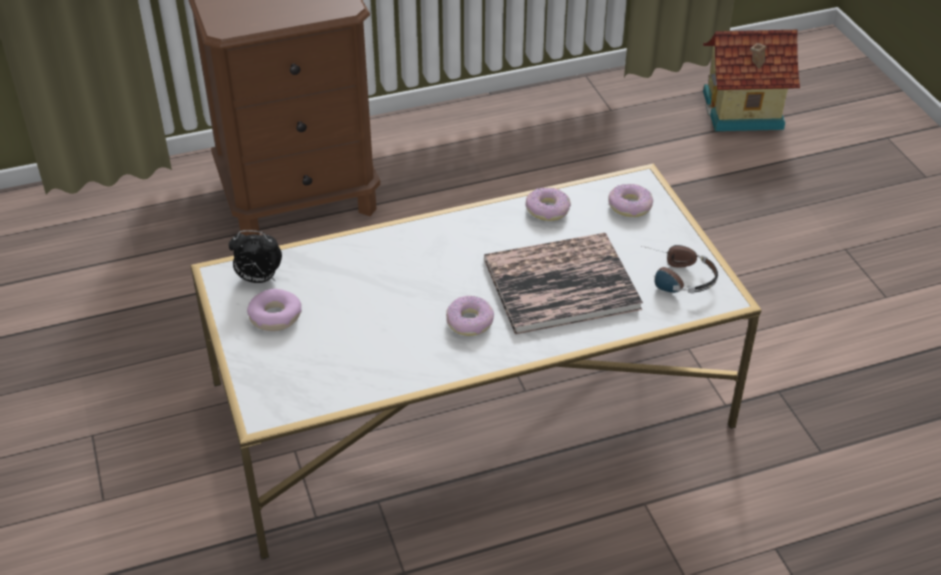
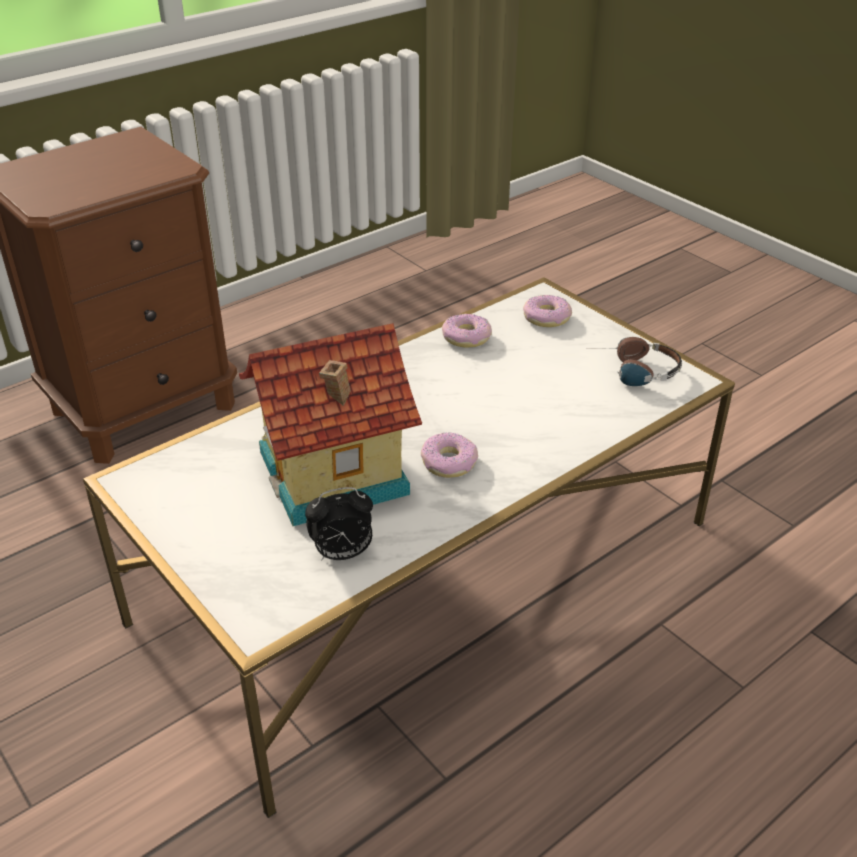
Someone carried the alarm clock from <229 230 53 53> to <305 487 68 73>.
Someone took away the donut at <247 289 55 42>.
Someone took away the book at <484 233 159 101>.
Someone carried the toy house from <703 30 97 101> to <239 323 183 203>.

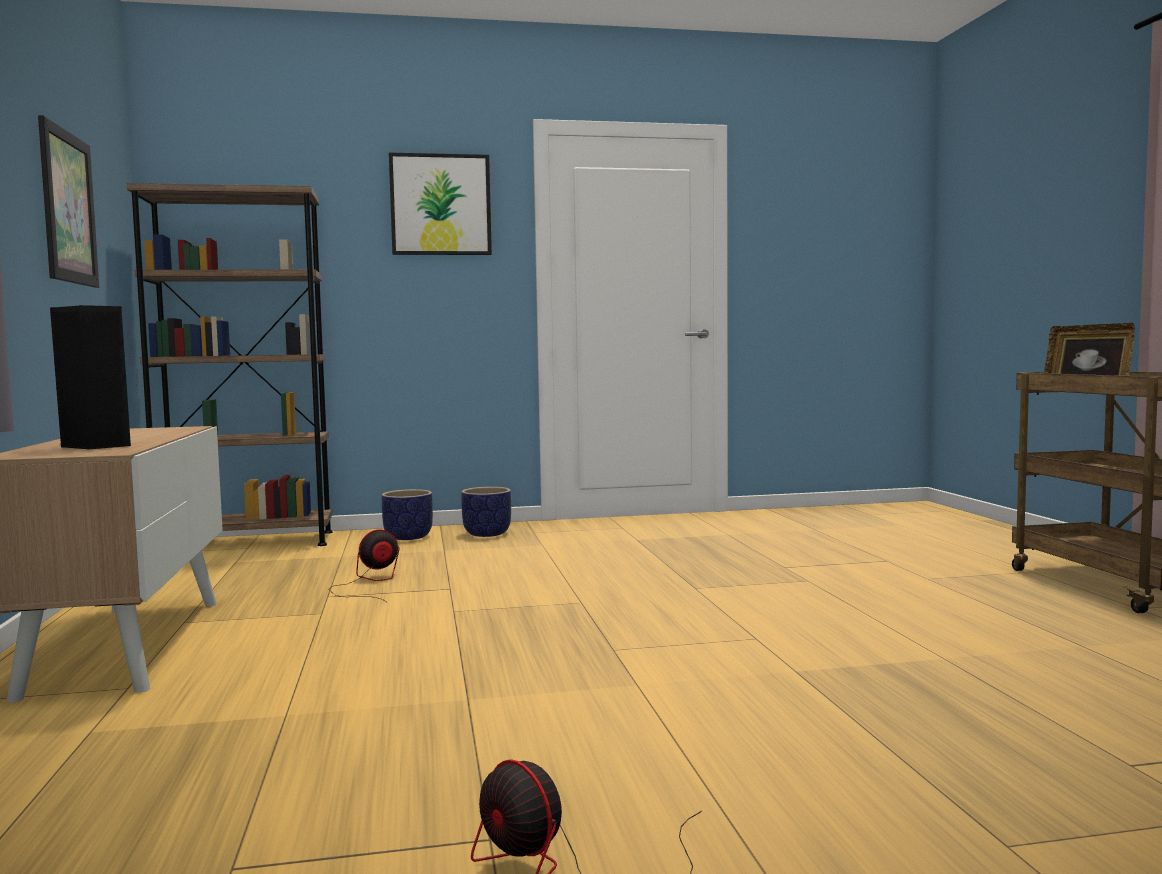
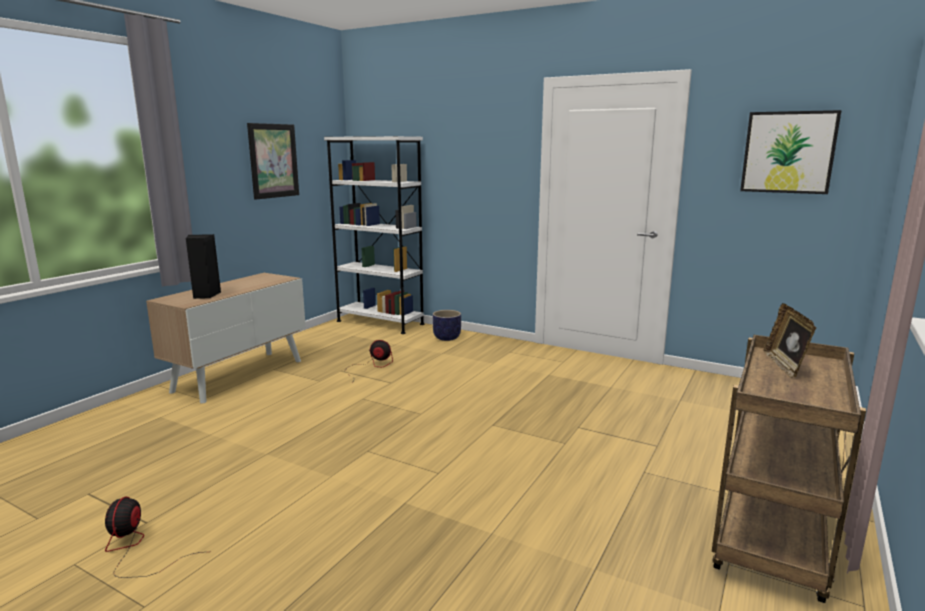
Someone repainted the brown bookcase at <127 183 206 363>, which became the white bookcase at <324 136 101 198>.
Someone carried the picture from <389 153 103 102> to <740 110 101 84>.
Someone took away the planter at <461 487 50 50>.

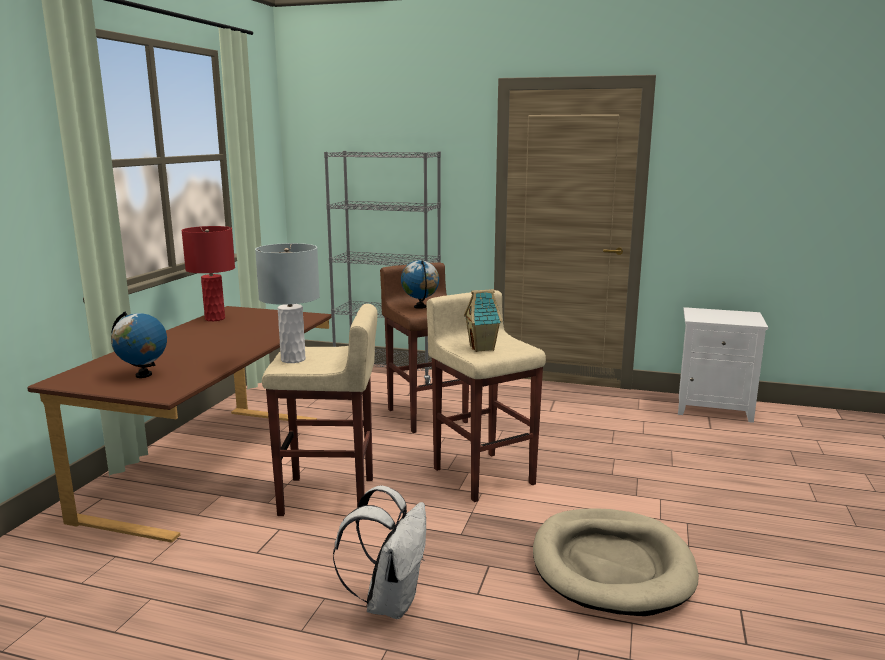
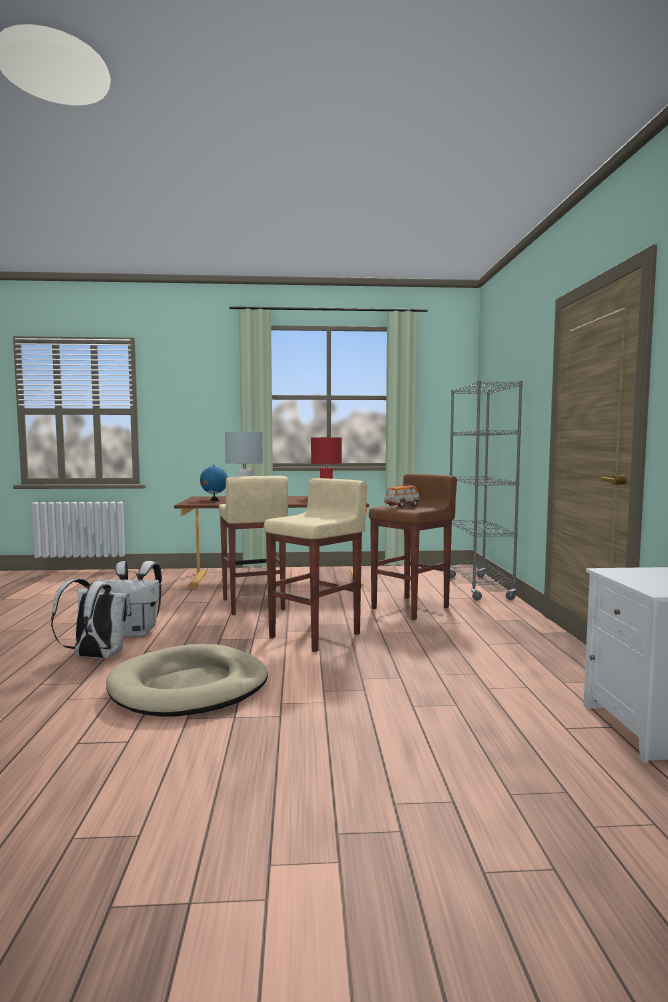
Someone swapped the globe at <401 260 38 49> for the toy car at <384 484 36 23>.
Someone took away the toy house at <464 289 38 63>.
Someone put down the white backpack at <51 579 81 80>.

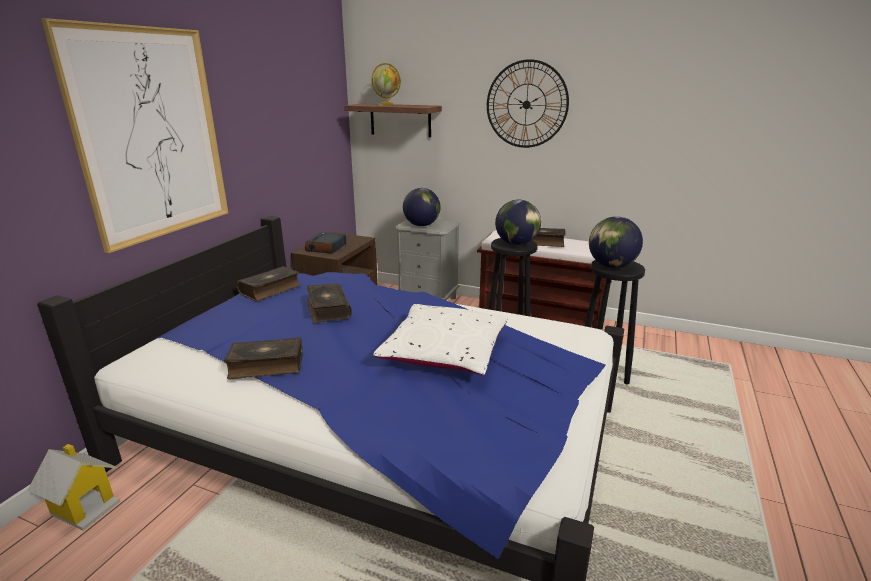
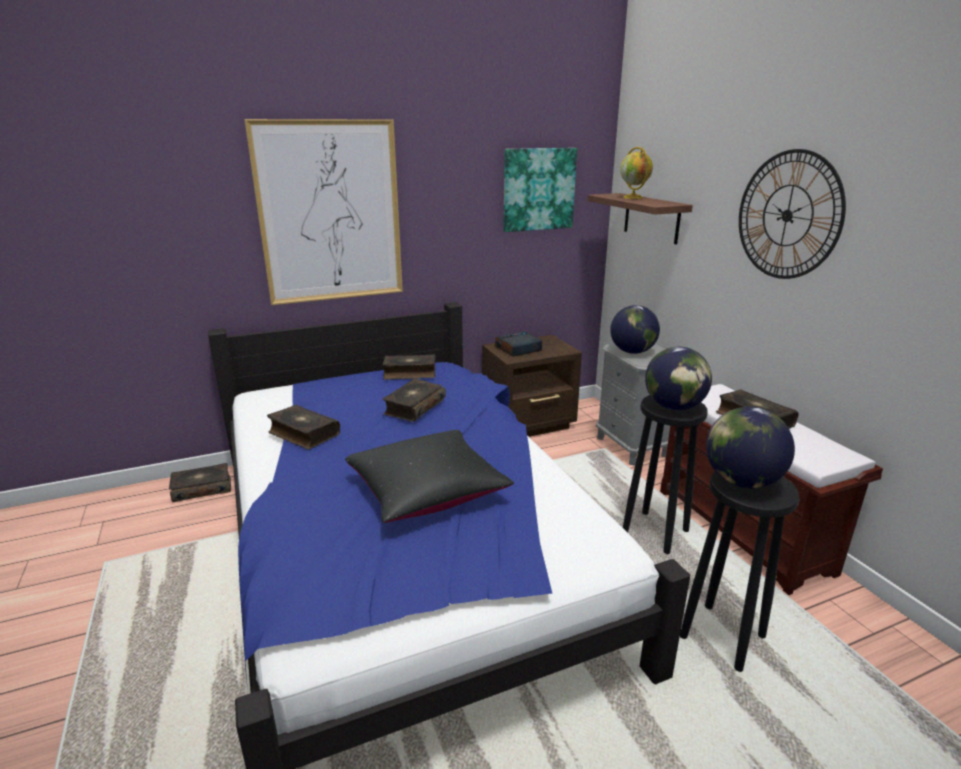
Someone swapped the toy house at <27 444 94 87> for the book at <169 463 62 39>.
Someone repainted the white pillow at <373 304 135 71>, which became the black pillow at <345 430 169 93>.
Someone put up the picture at <503 148 74 84>.

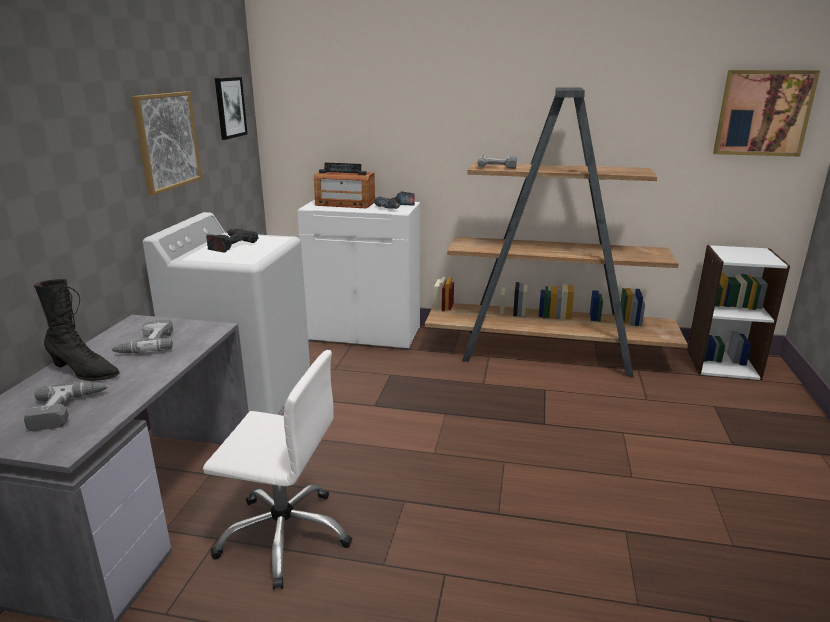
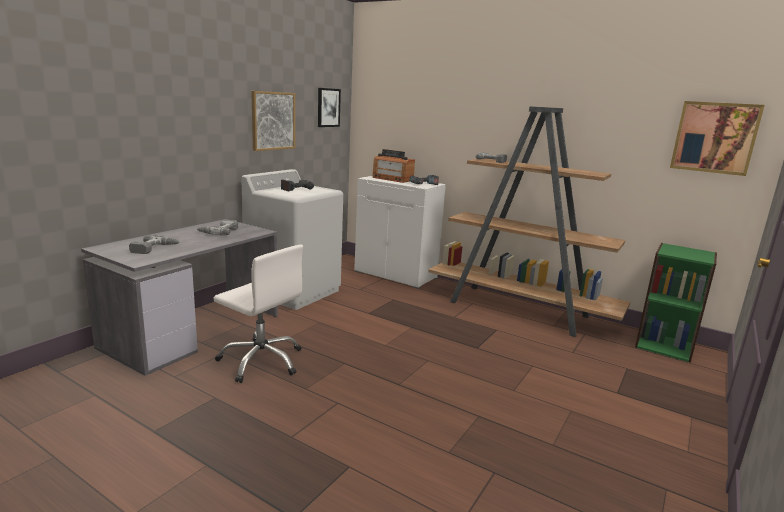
Someone took away the black boot at <34 279 86 102>.
Someone repainted the white bookcase at <687 245 103 135>, which became the green bookcase at <635 243 82 120>.

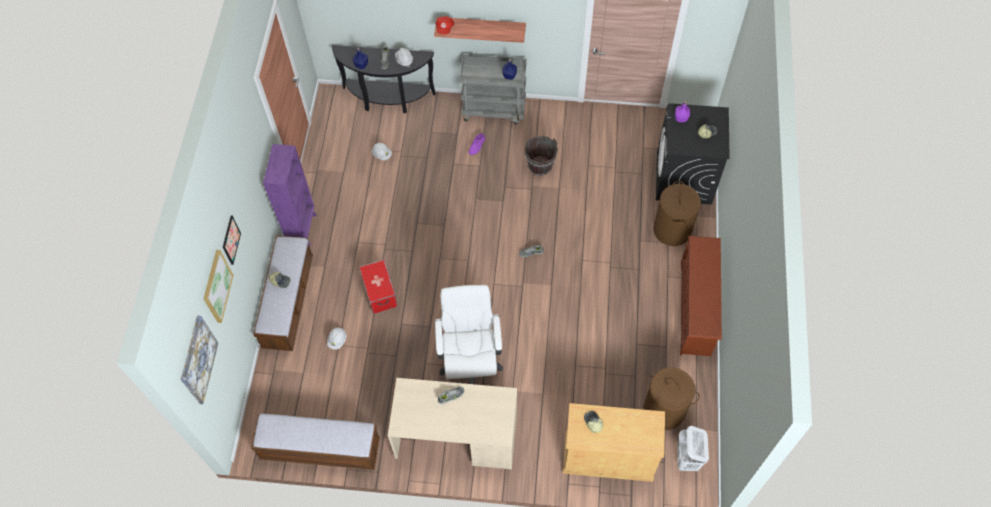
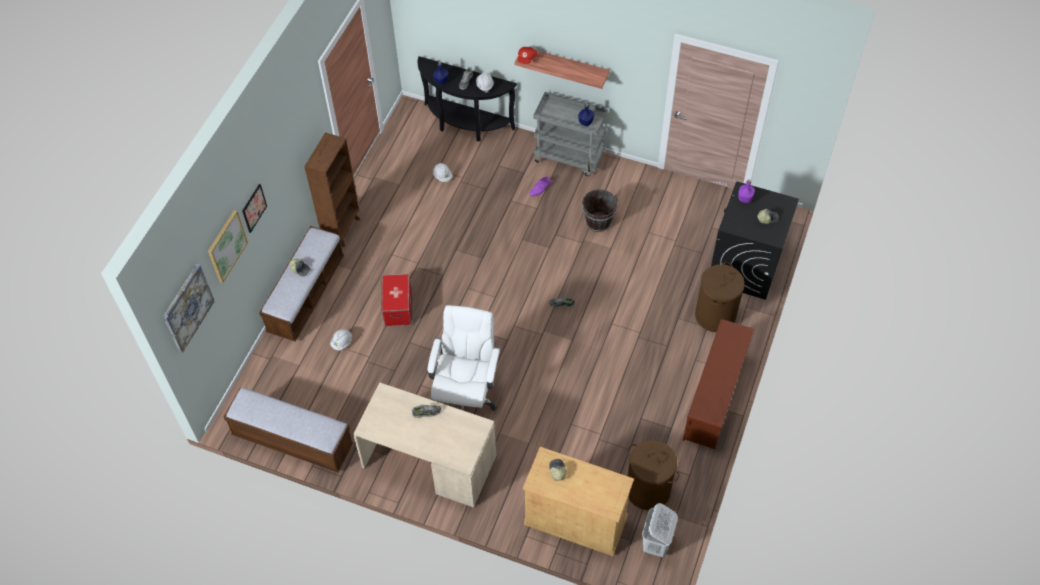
Someone repainted the purple bookcase at <263 144 54 102>, which became the brown bookcase at <304 132 56 115>.

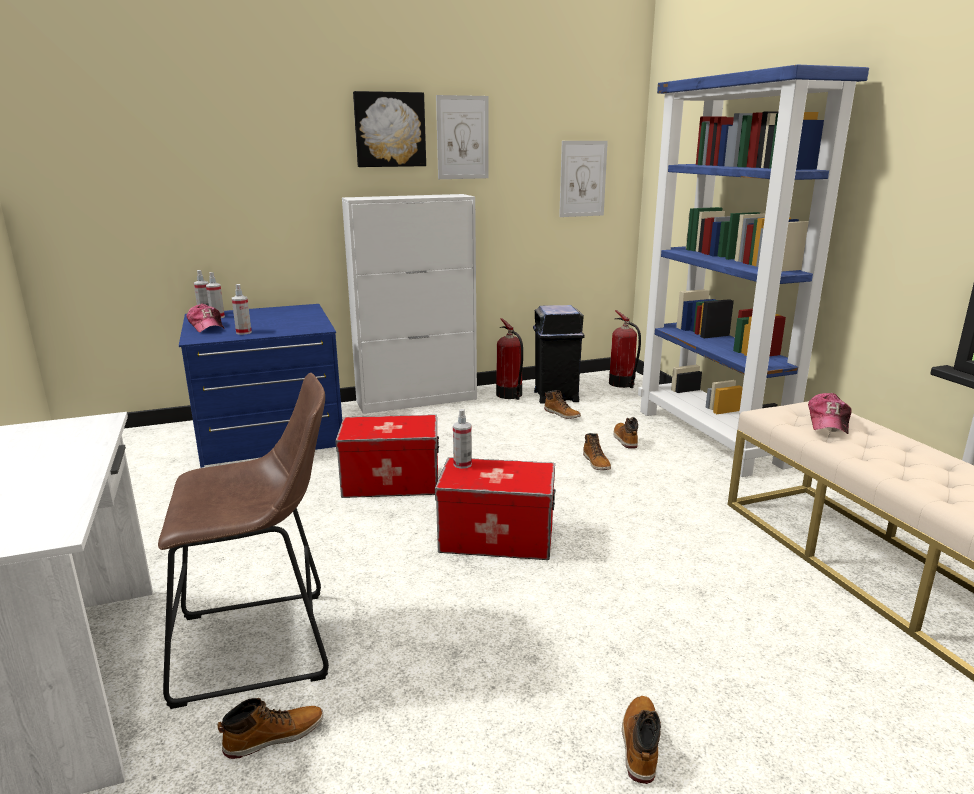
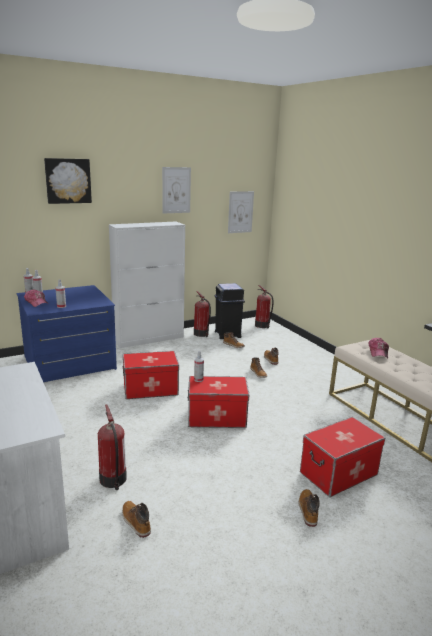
Someone swapped the brown stool at <158 373 171 336> for the fire extinguisher at <98 405 29 85>.
Someone rotated the boot at <217 698 106 61> by 90 degrees counterclockwise.
Someone carried the picture from <353 91 73 76> to <44 158 48 46>.
Someone took away the blue bookcase at <638 65 231 412>.
Someone put down the storage box at <300 417 85 80>.

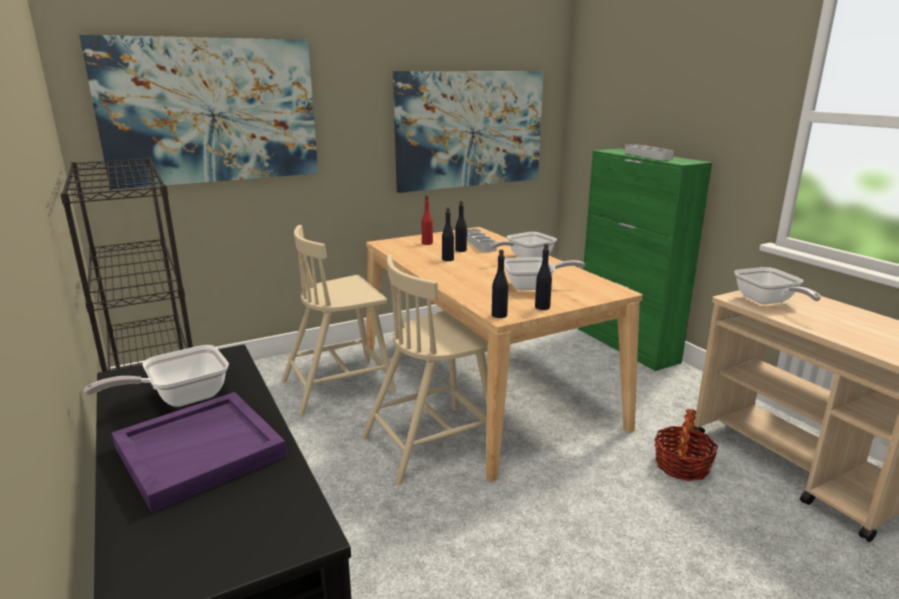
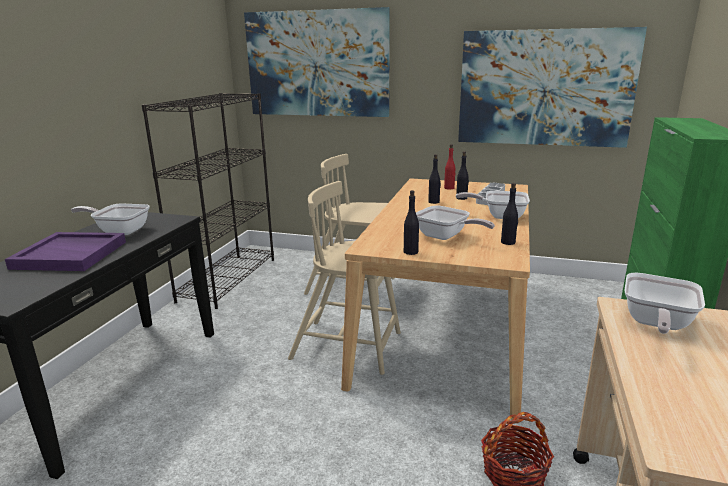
Someone carried the black bottle from <492 250 16 68> to <501 183 17 62>.
Someone took away the grey tray at <625 144 49 16>.

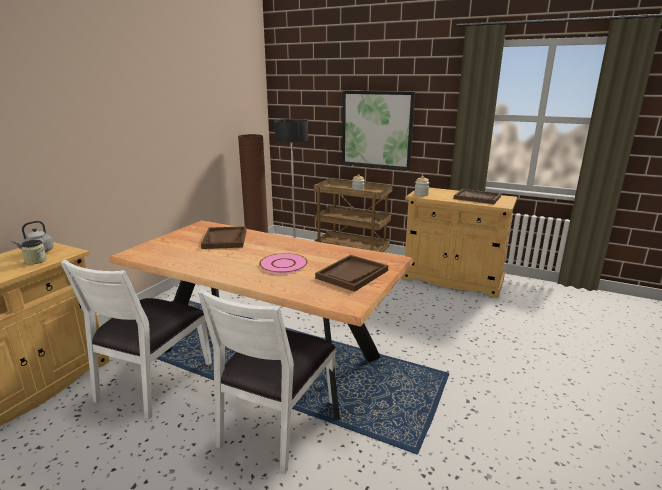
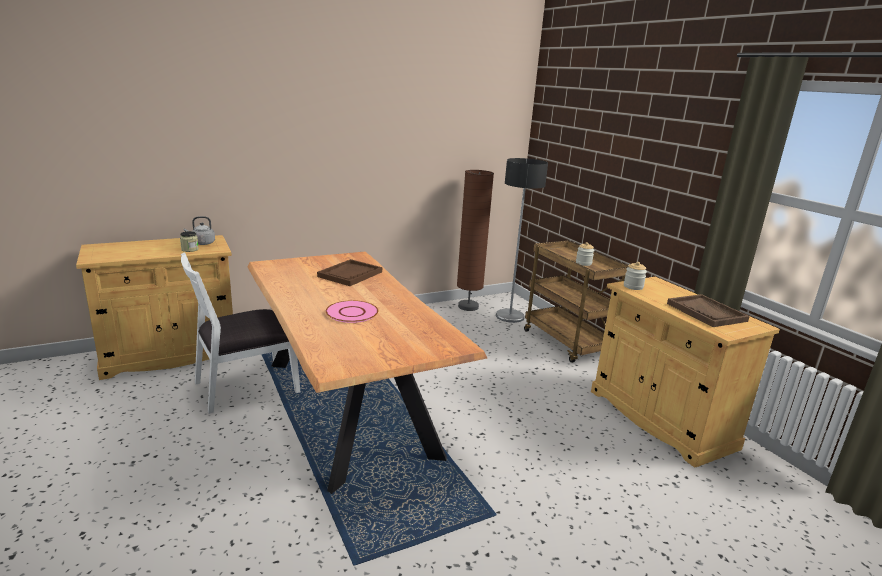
Someone took away the white chair at <198 289 138 185>.
Someone took away the brown tray at <315 255 73 37>.
Someone took away the picture at <342 91 73 79>.

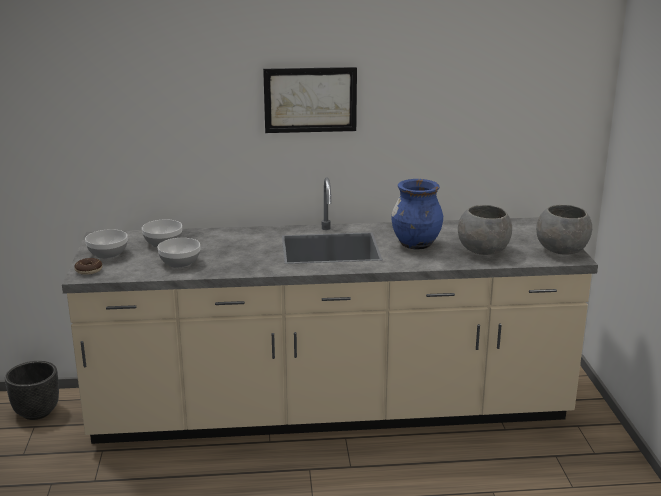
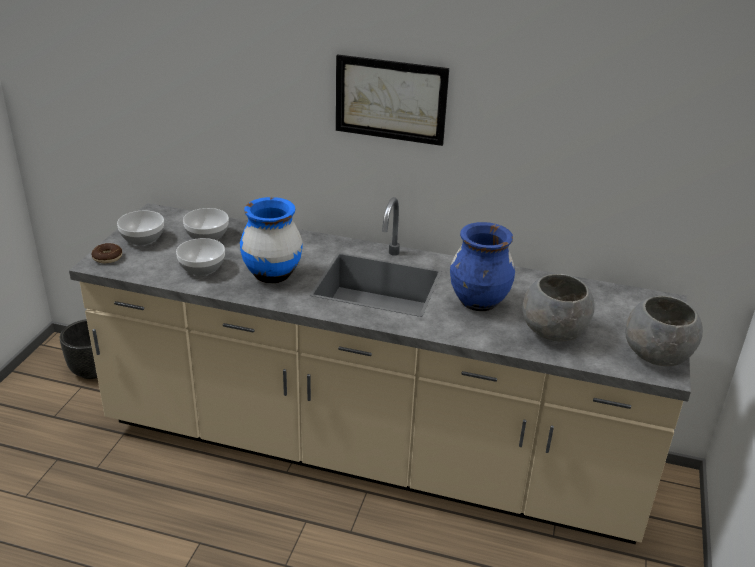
Someone put down the blue vase at <240 197 63 86>.

